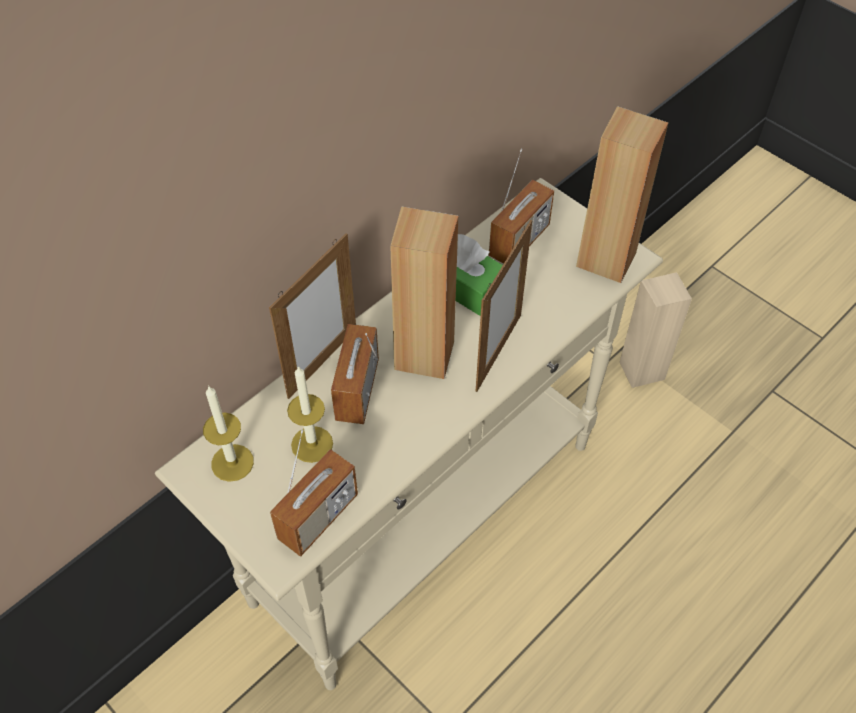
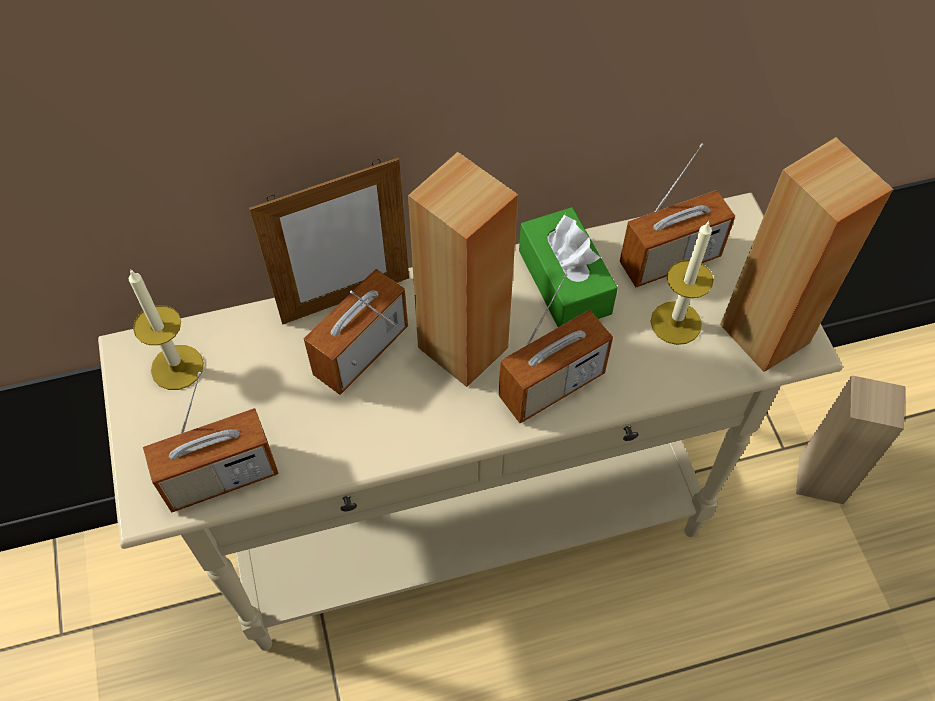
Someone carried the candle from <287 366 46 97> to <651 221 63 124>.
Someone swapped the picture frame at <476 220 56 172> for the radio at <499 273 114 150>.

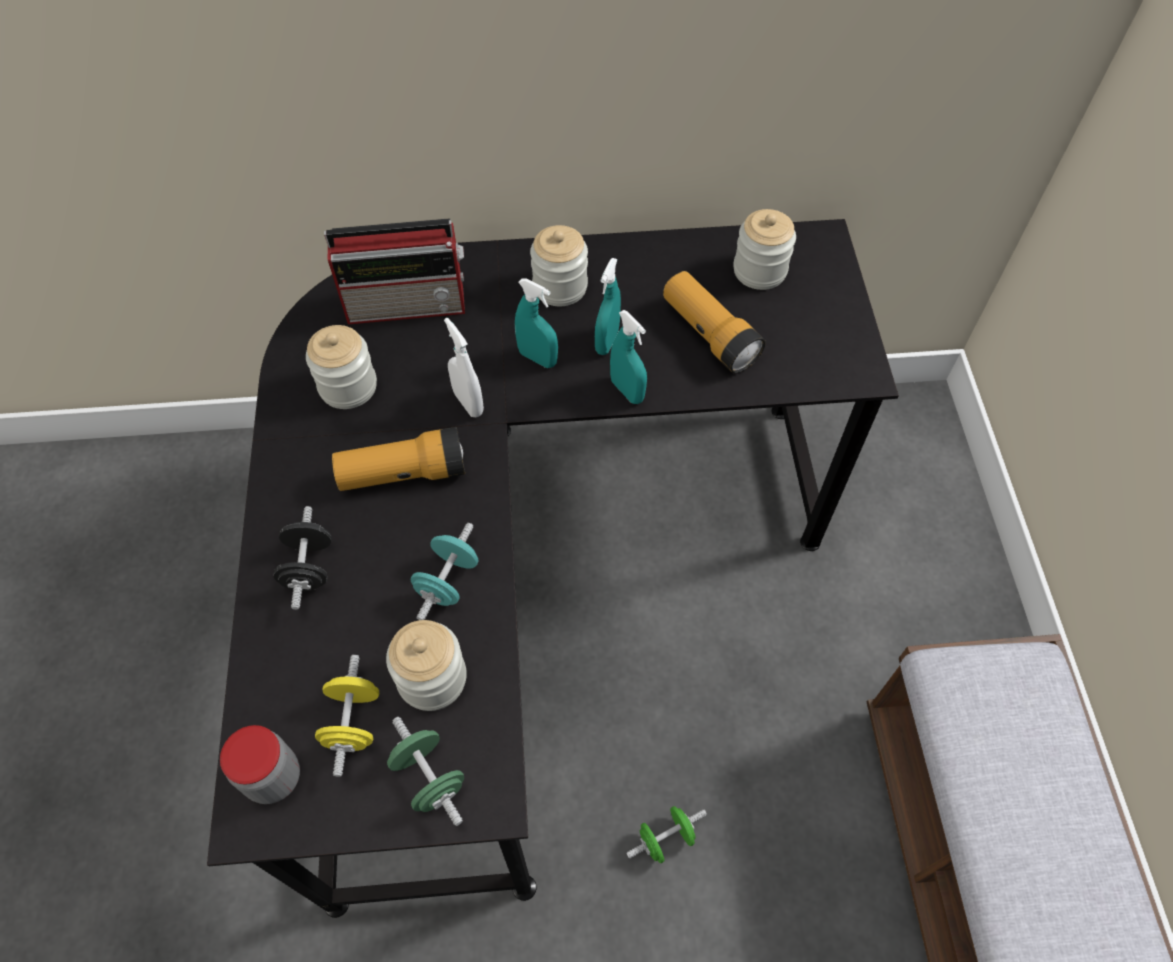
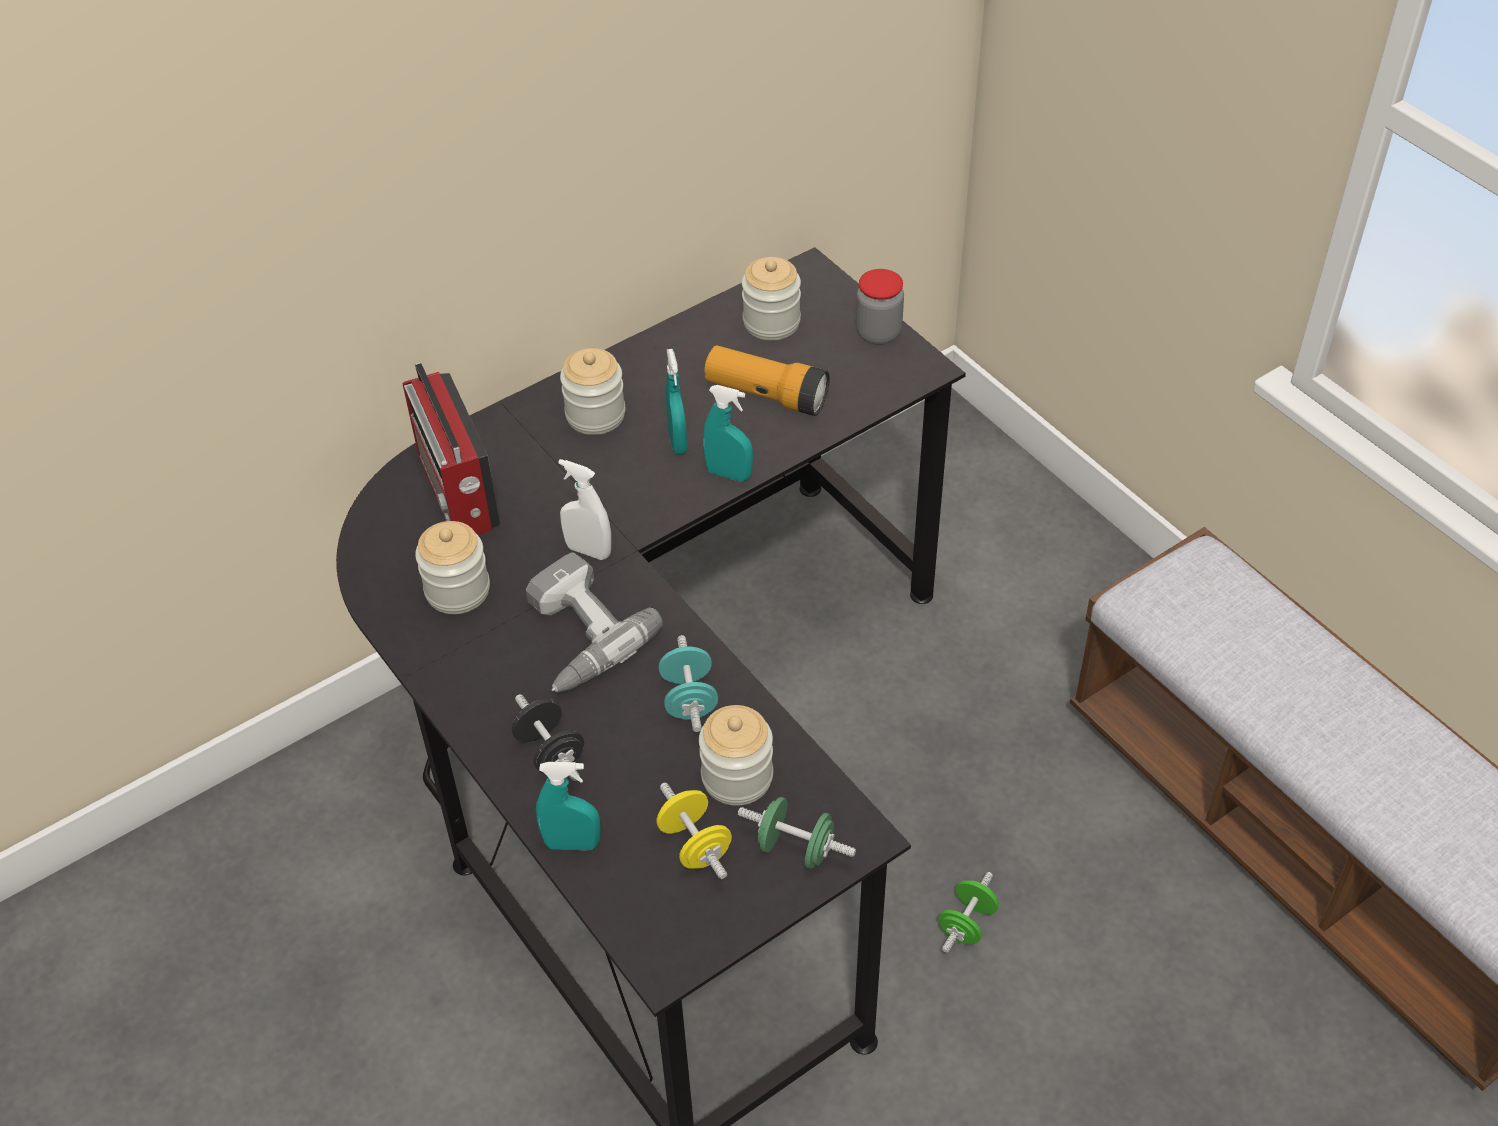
Someone carried the jar from <220 725 80 79> to <856 269 48 76>.
Someone rotated the radio at <324 218 141 106> by 105 degrees clockwise.
Someone swapped the flashlight at <332 427 133 64> for the power drill at <526 552 137 140>.
Someone carried the turquoise spray bottle from <515 278 43 90> to <536 762 65 88>.

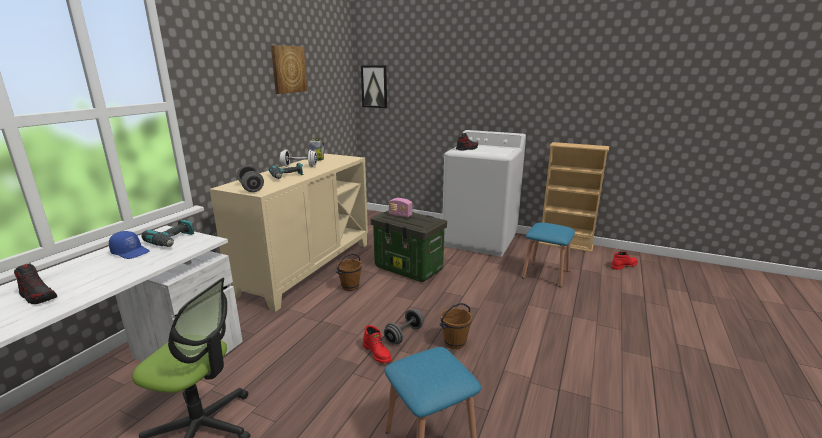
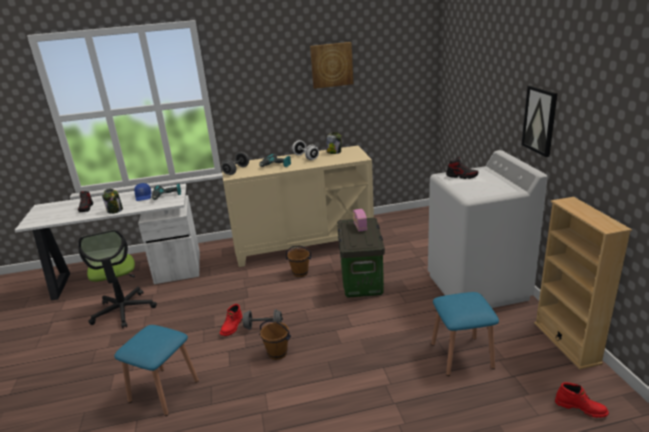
Someone carried the picture from <361 65 26 43> to <522 85 36 72>.
Someone put down the jar at <102 189 21 25>.

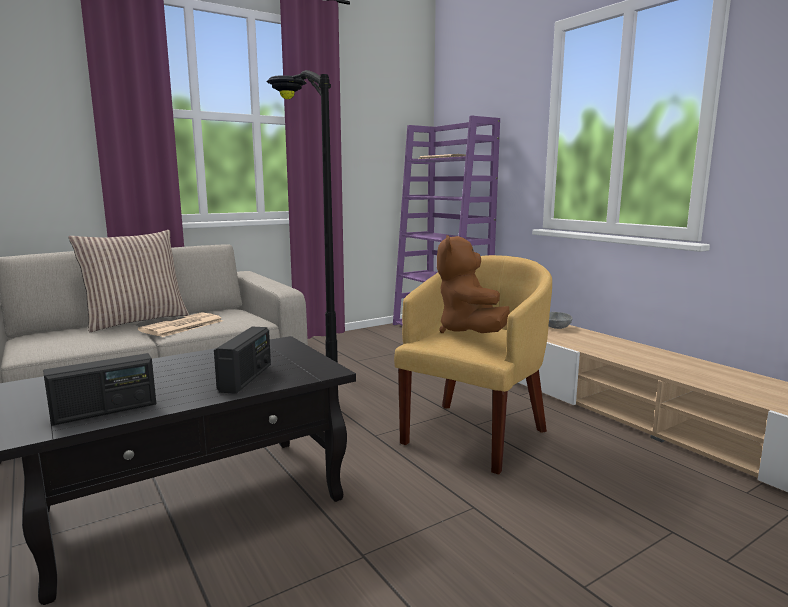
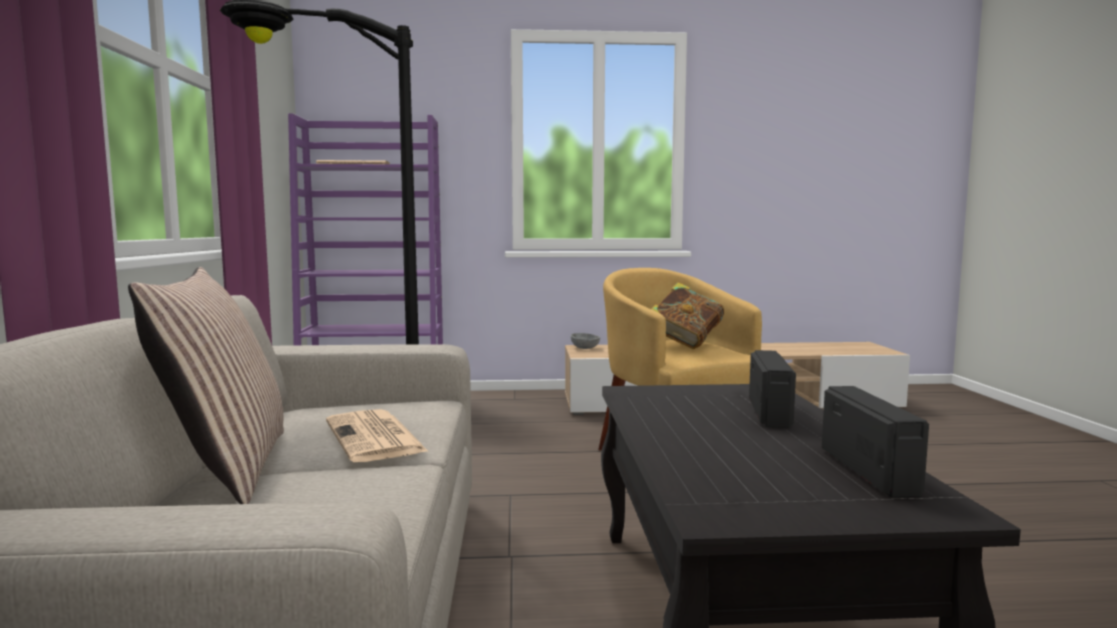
Someone rotated the radio at <214 327 57 67> by 60 degrees clockwise.
Someone swapped the brown plush toy at <437 235 73 98> for the book at <651 282 73 67>.

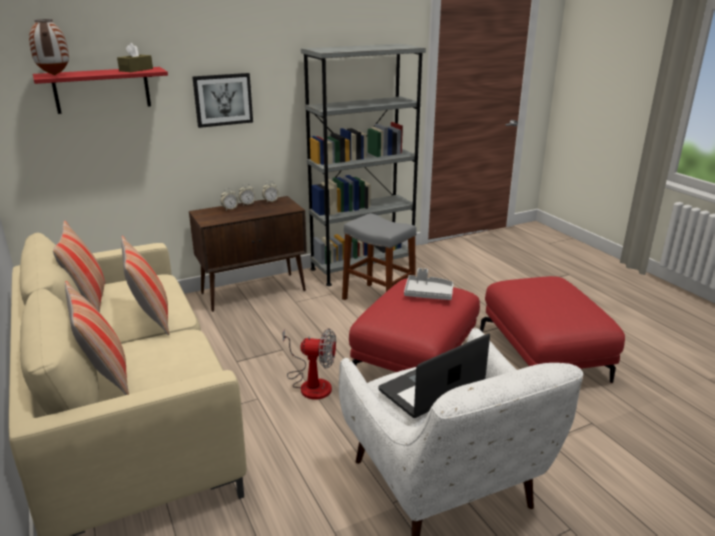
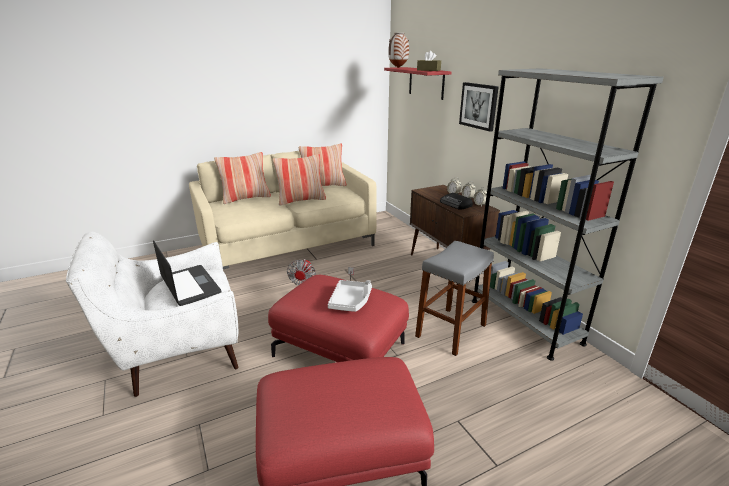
Someone put down the radio at <440 193 33 17>.

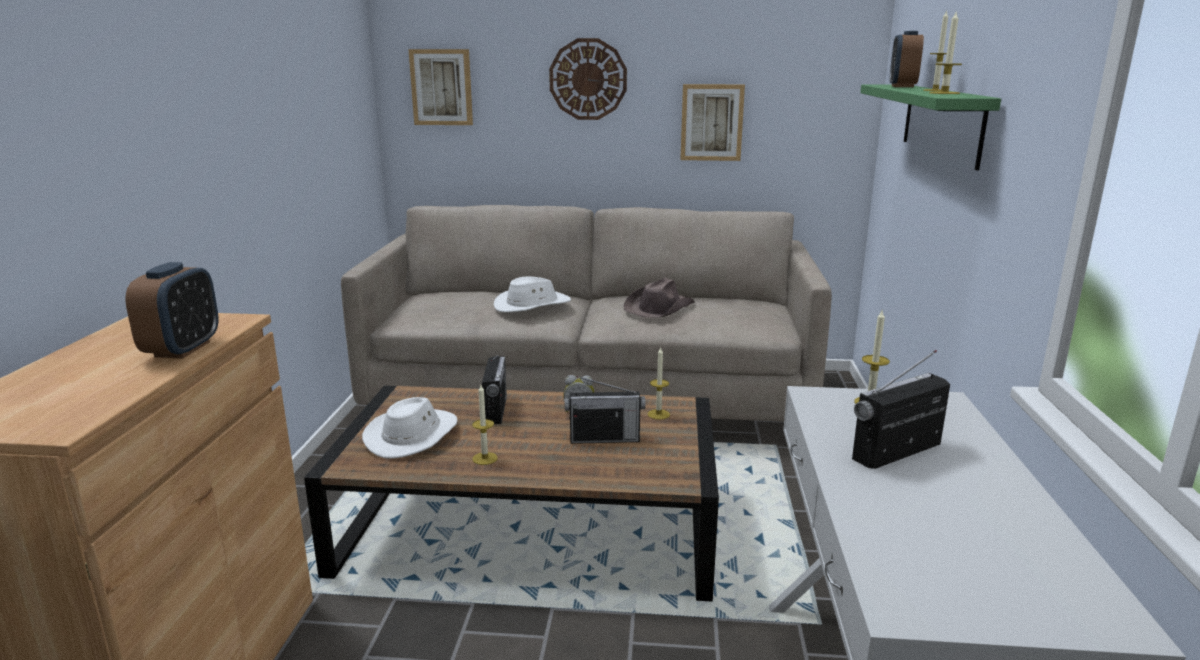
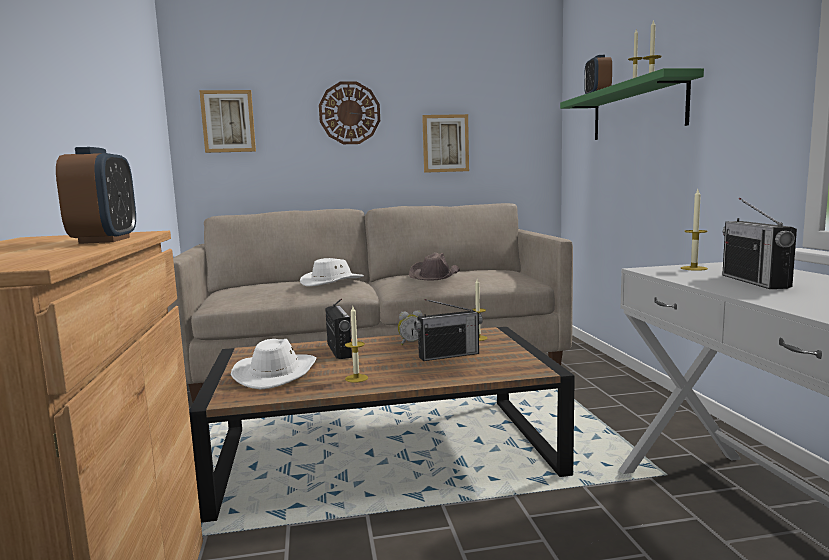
Someone rotated the radio at <852 350 98 119> by 45 degrees counterclockwise.

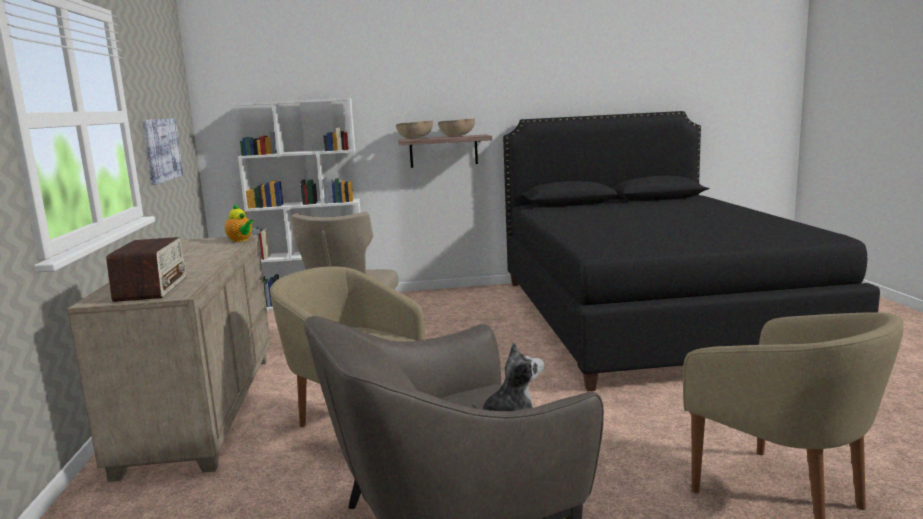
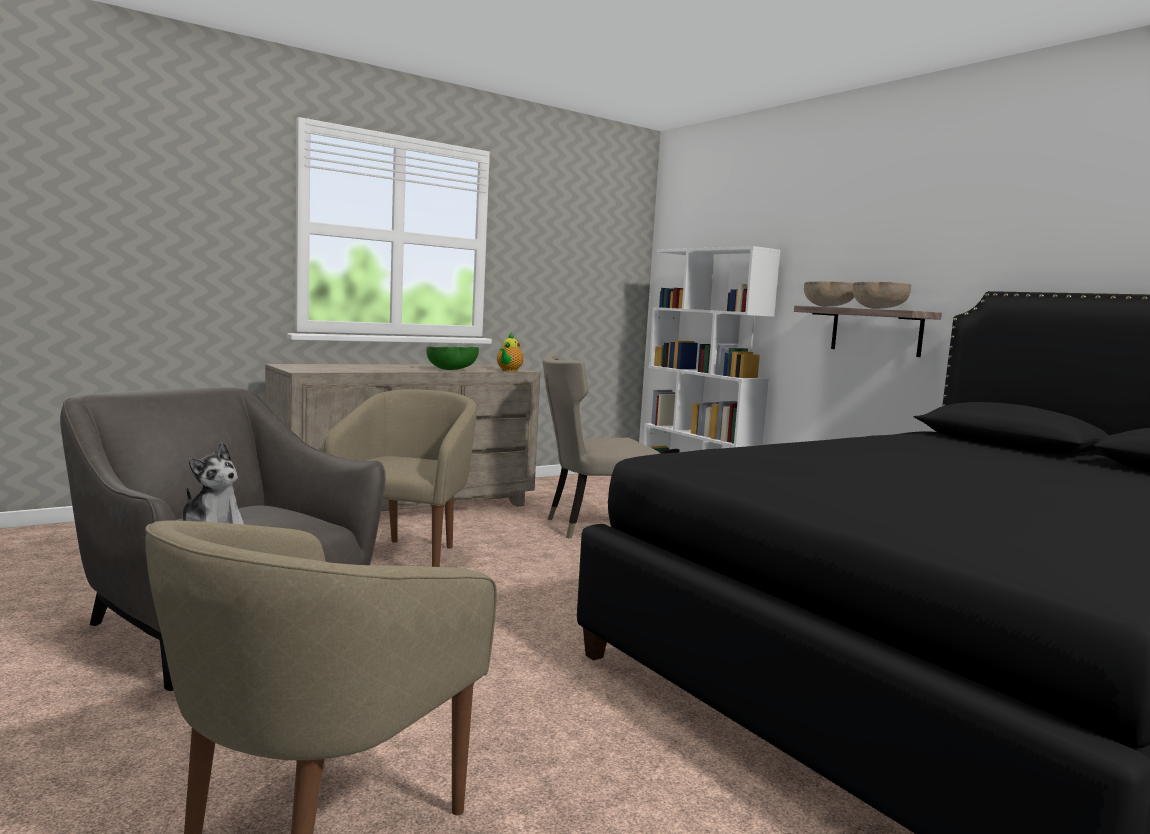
Someone took away the radio at <106 237 80 65>.
Someone took away the picture at <141 118 42 67>.
Someone put down the green bowl at <427 346 52 24>.

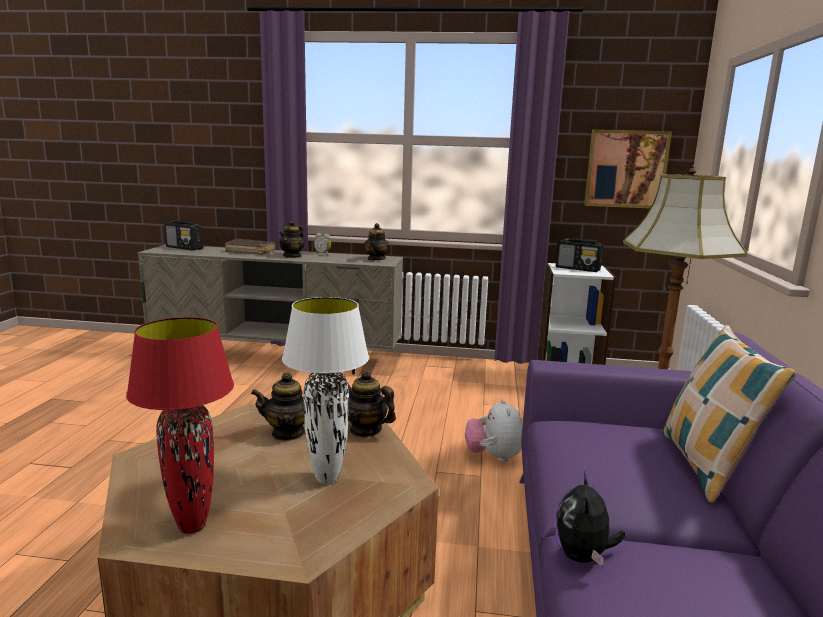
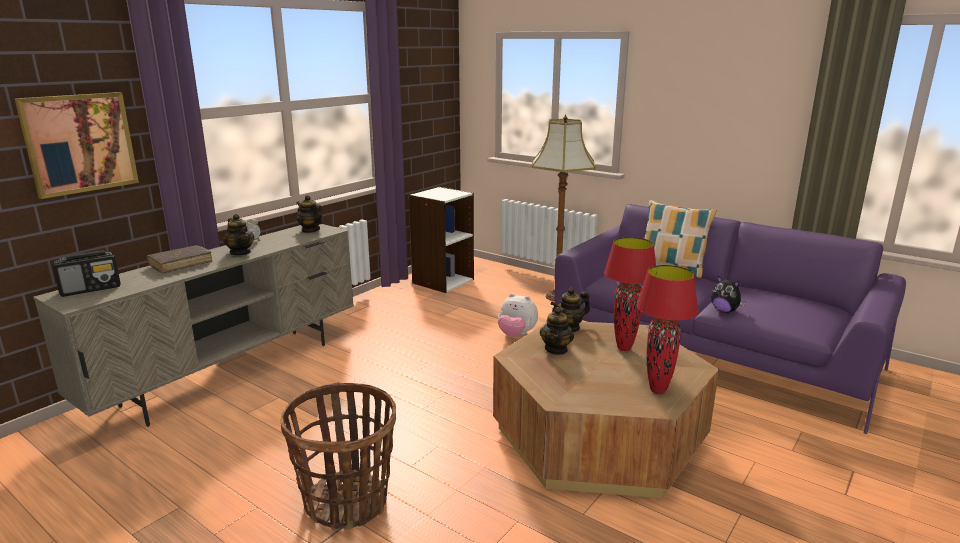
Someone repainted the white table lamp at <282 297 87 187>, which became the red table lamp at <604 237 52 114>.
Someone took away the radio at <556 238 47 34>.
Someone carried the picture from <584 129 88 79> to <14 92 125 107>.
Someone put down the basket at <280 382 116 148>.

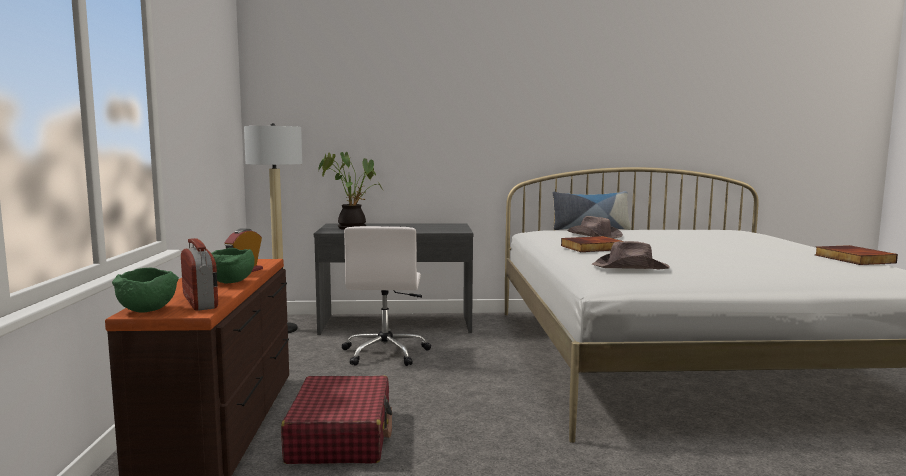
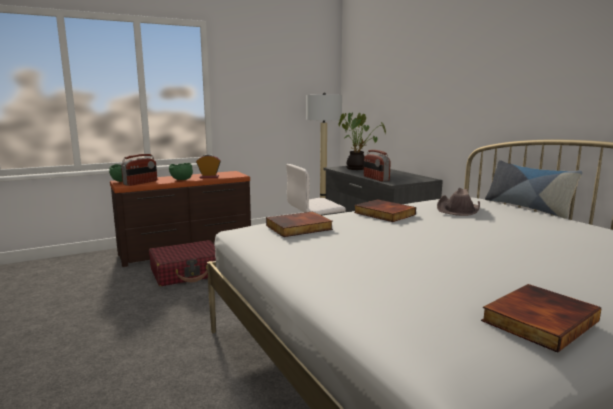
Someone swapped the brown hat at <592 241 78 28> for the book at <266 211 67 26>.
Someone put down the radio at <364 150 27 31>.

